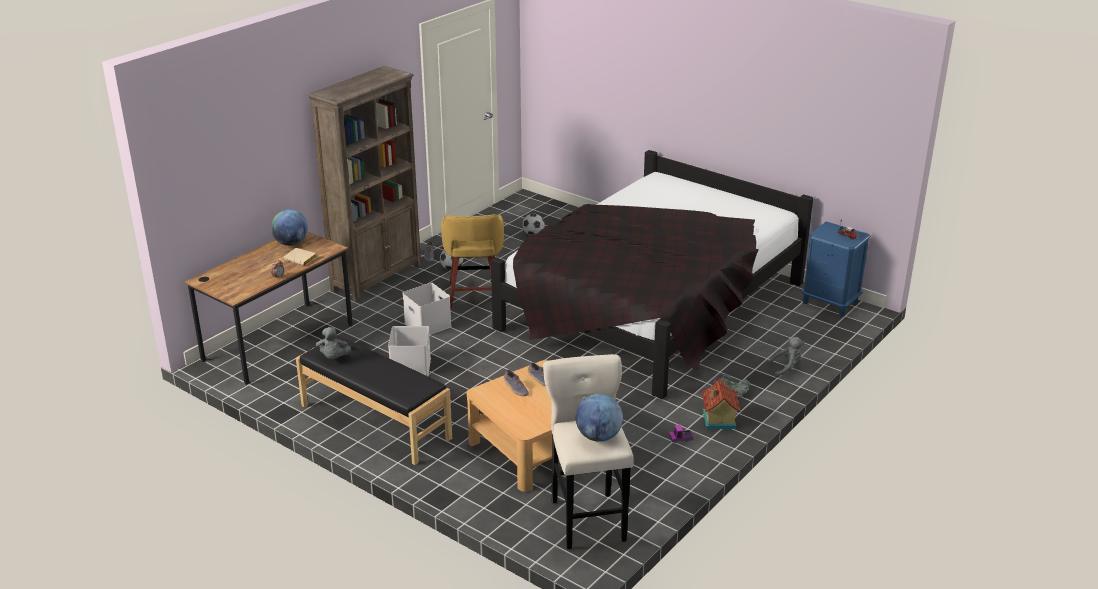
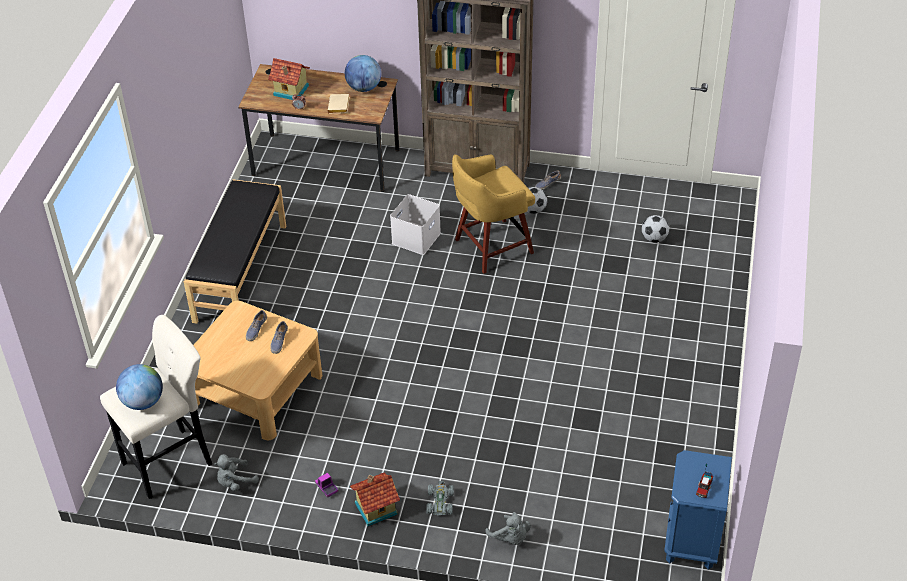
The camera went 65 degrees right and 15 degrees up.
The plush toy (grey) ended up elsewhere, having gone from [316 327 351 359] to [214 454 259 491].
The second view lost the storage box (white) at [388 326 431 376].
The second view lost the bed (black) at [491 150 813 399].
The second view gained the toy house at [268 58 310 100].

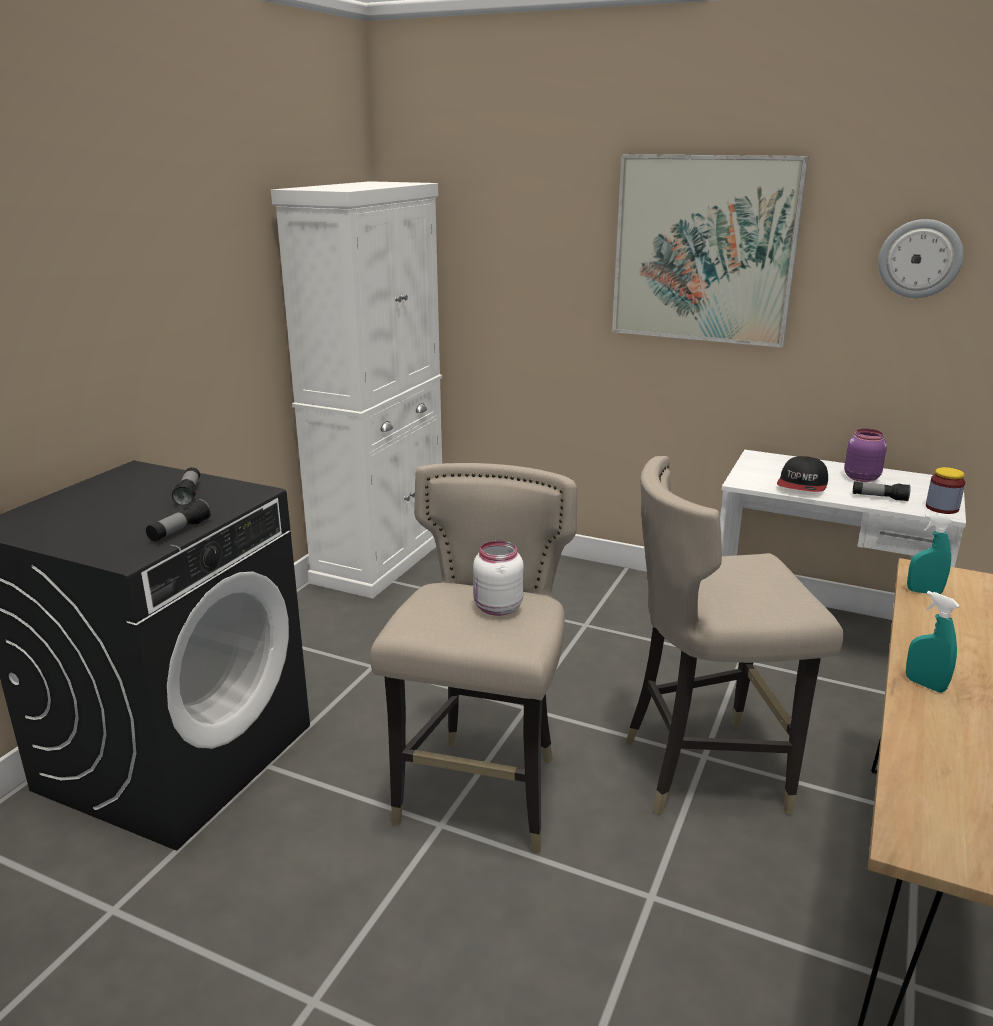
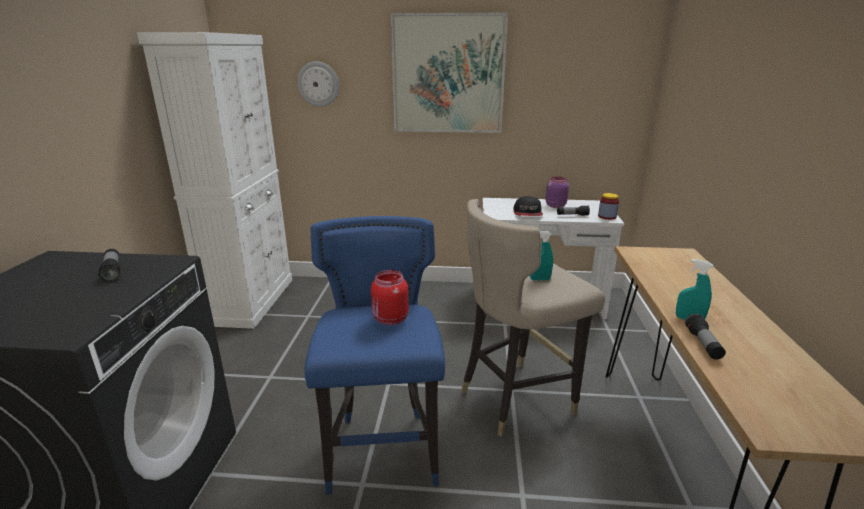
The camera went 20 degrees left and 0 degrees up.
The flashlight ended up elsewhere, having gone from [146 499 211 542] to [685 314 726 360].
What was the stool (beige) at [370 463 577 853] turned into the stool (blue) at [304 216 445 494].
What was the jar (white) at [473 540 524 616] turned into the jar (red) at [371 270 409 325].
The wall clock ended up elsewhere, having gone from [878 219 963 298] to [297 61 339 107].
The spray bottle (turquoise) ended up elsewhere, having gone from [907 514 953 594] to [530 231 553 281].

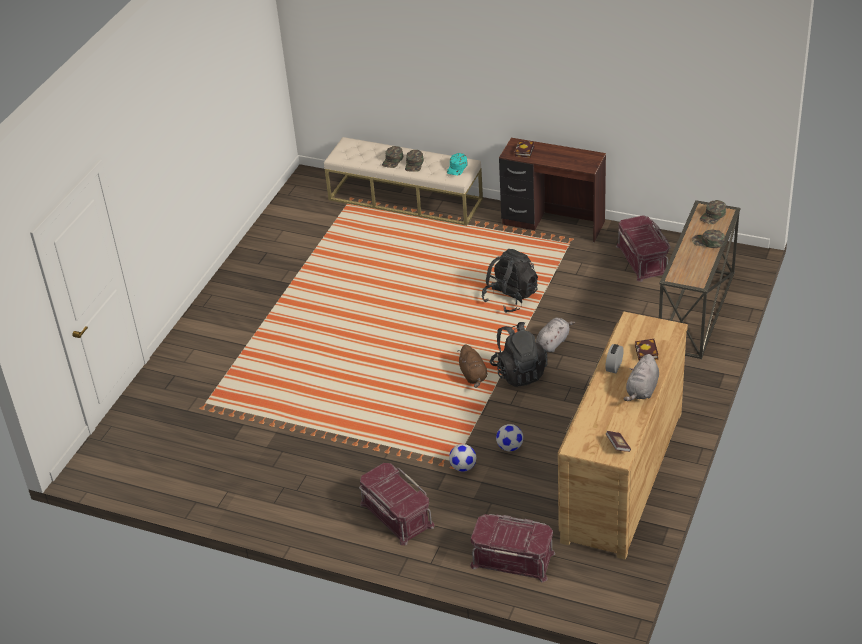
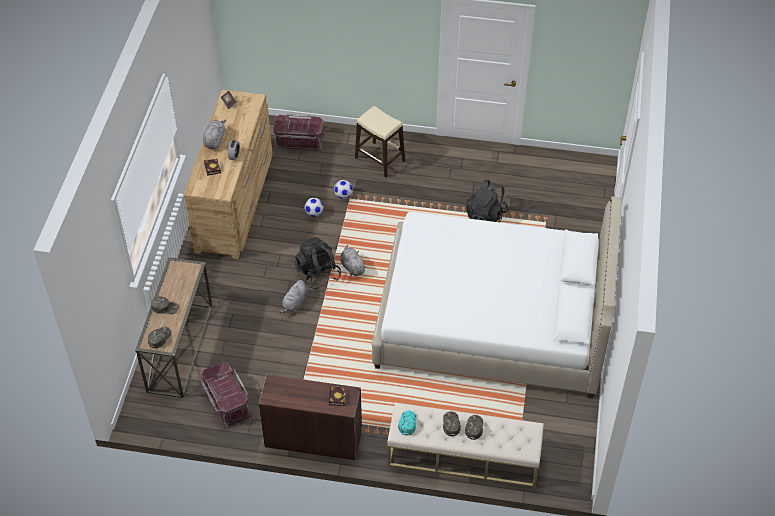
The camera went 165 degrees right and 10 degrees up.
Where the storage box (red) stood at [359 463 434 545], the stool (beige) came to stand at [355 106 405 177].
What was the plush toy (brown) at [457 345 487 388] turned into the plush toy (grey) at [340 245 366 276].
The backpack (black) ended up elsewhere, having gone from [481 249 538 313] to [466 180 509 222].
The second view gained the bed (white) at [372 197 622 399].

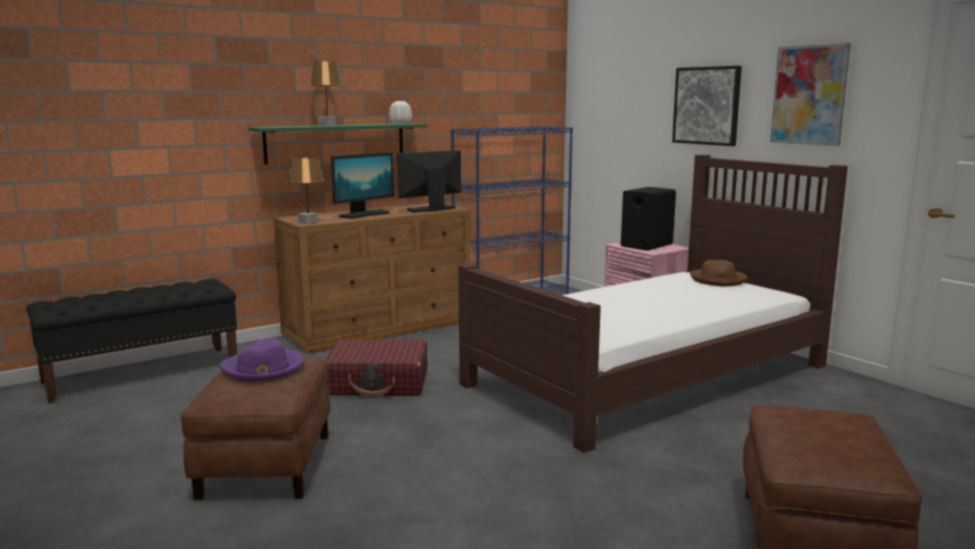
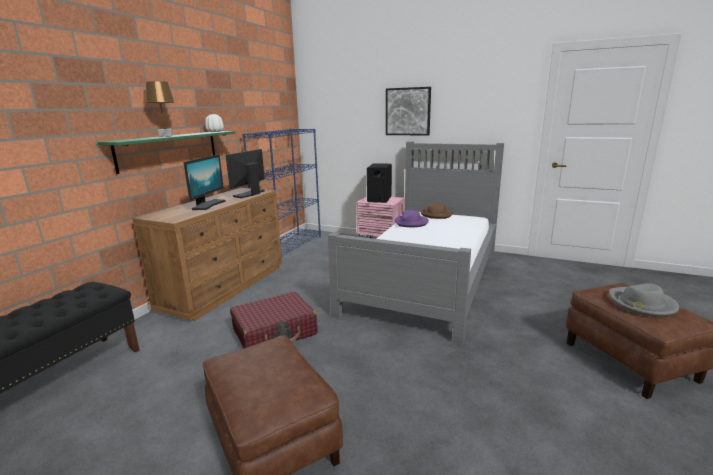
The camera went 30 degrees left and 5 degrees up.
The hat (purple) ended up elsewhere, having gone from [219 338 304 382] to [394 210 429 227].
The second view lost the table lamp (brown) at [289 156 323 224].
What was the bed (brown) at [459 155 848 453] turned into the bed (grey) at [328 142 504 345].
The second view lost the picture at [770 43 851 146].
The second view gained the hat (grey) at [609 283 679 317].

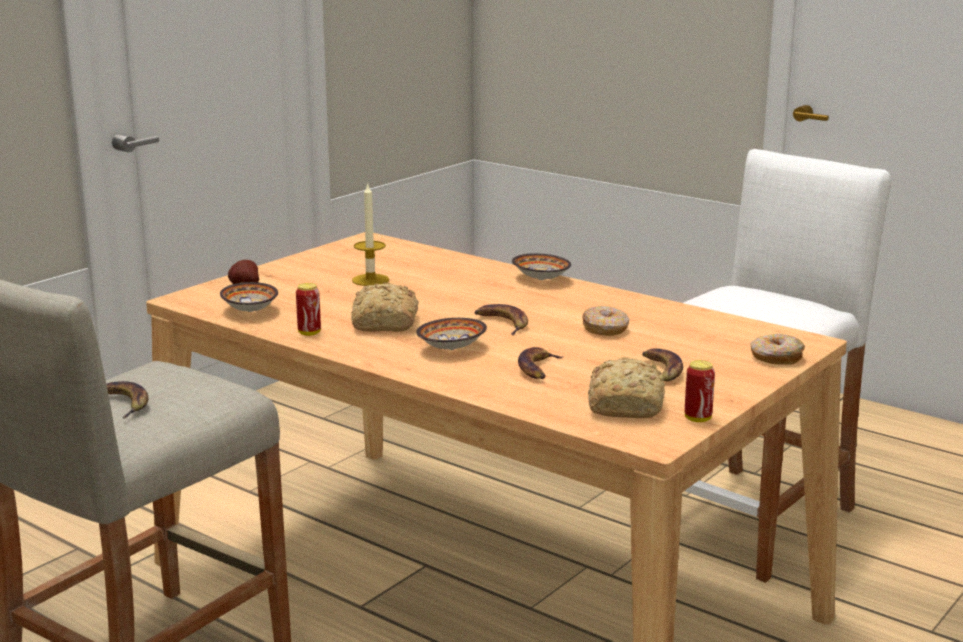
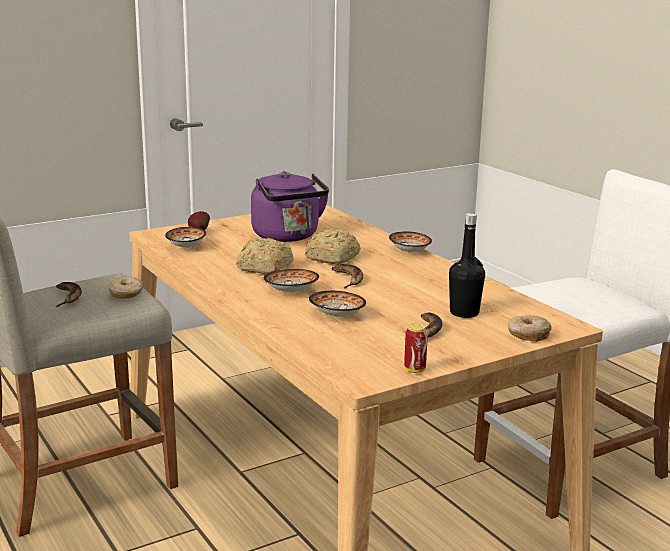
The camera went 20 degrees right and 0 degrees up.
The second view lost the can at [296 283 321 336].
Where the candle stood at [352 184 389 286], the kettle (purple) came to stand at [251 171 329 242].
Where the banana stood at [518 347 564 379], the bowl came to stand at [309 291 366 317].
The donut ended up elsewhere, having gone from [582 306 629 336] to [108 277 143 299].
The bread ended up elsewhere, having gone from [588 357 665 418] to [305 229 361 264].
The second view gained the bottle (black) at [449 213 485 318].

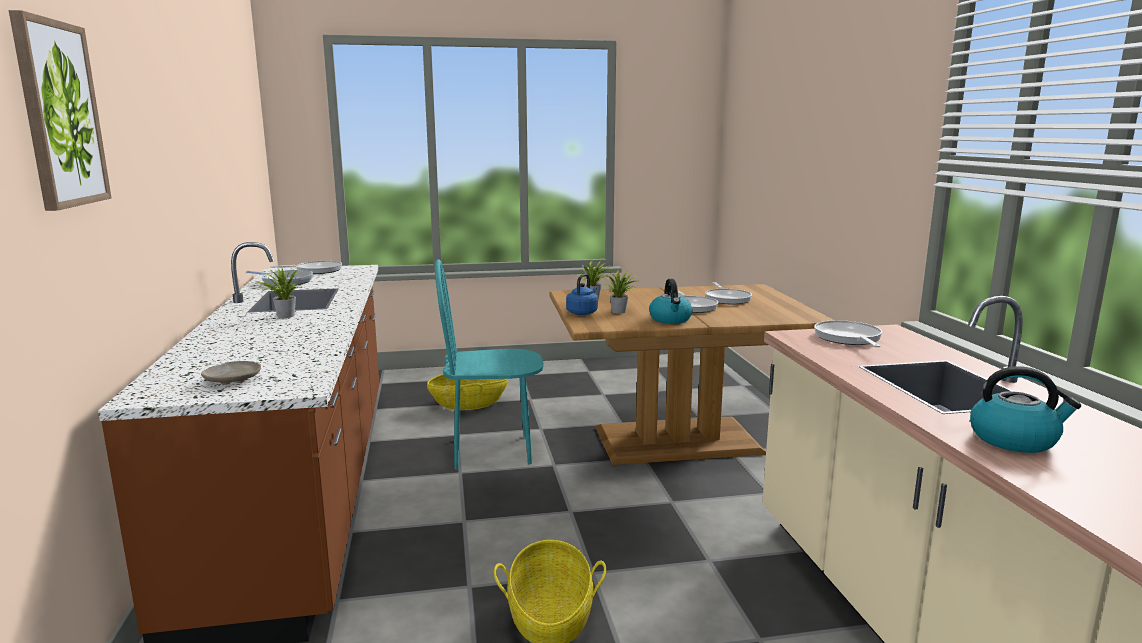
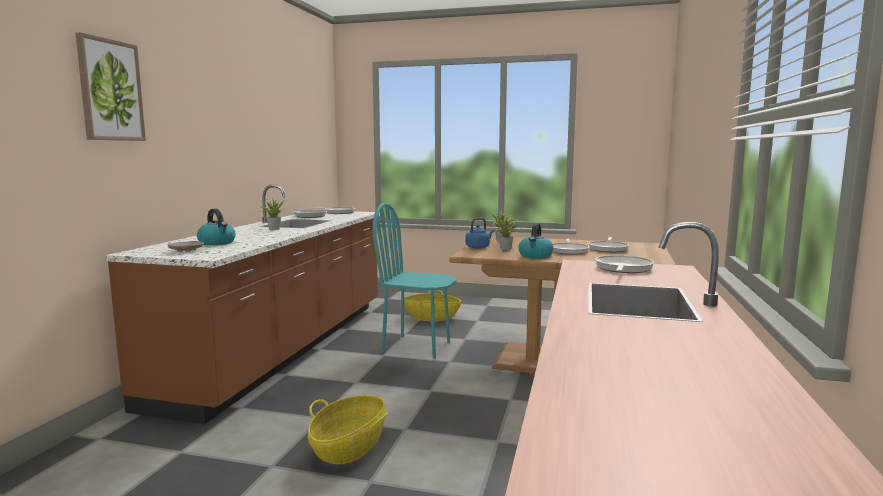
The camera went 25 degrees right and 5 degrees down.
The kettle ended up elsewhere, having gone from [970 366 1081 453] to [197 209 236 245].

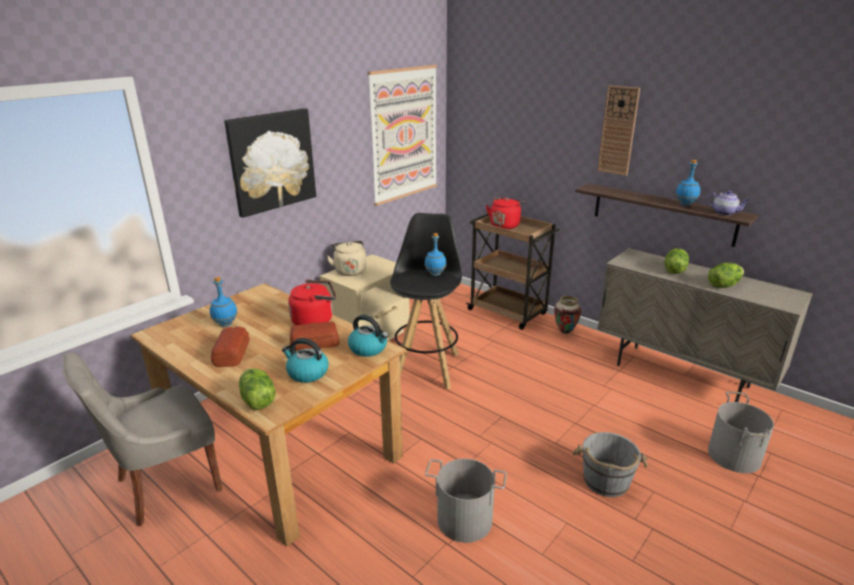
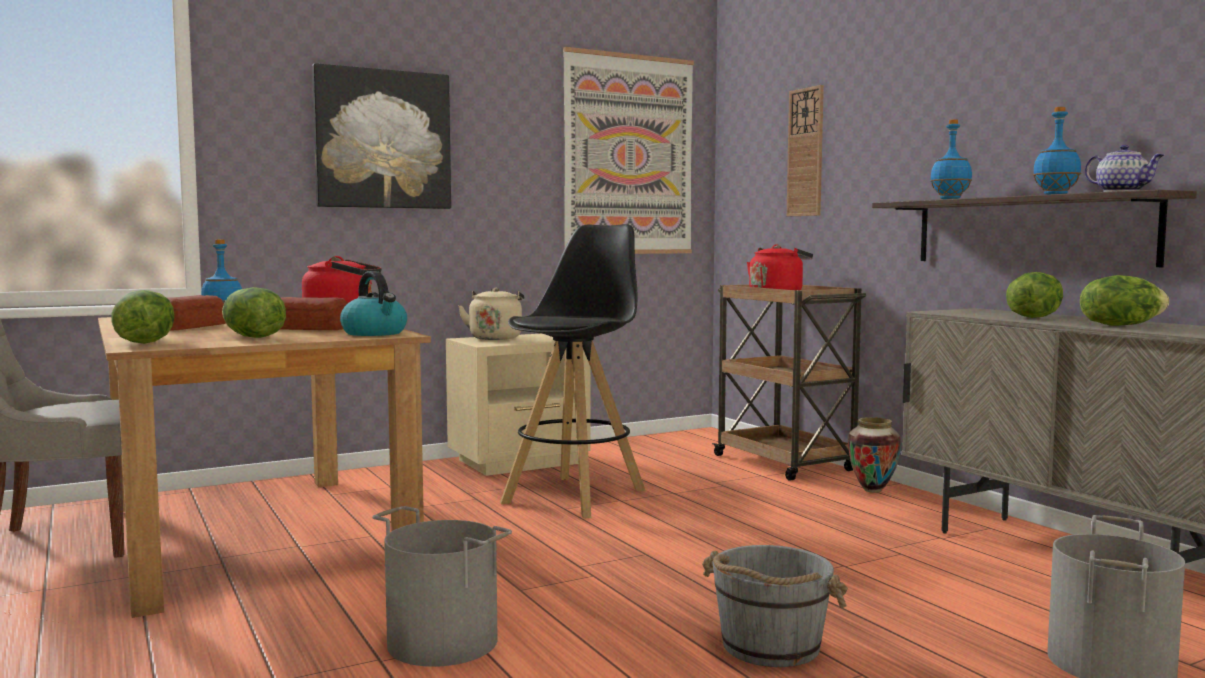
The camera went 20 degrees right and 20 degrees down.
Where the kettle stood at [282 338 329 383], the lettuce came to stand at [222 287 286 338].
The bottle (blue) ended up elsewhere, having gone from [425 233 446 276] to [930 119 972 199].
The wall clock ended up elsewhere, having gone from [597 85 640 176] to [787 85 824 216].

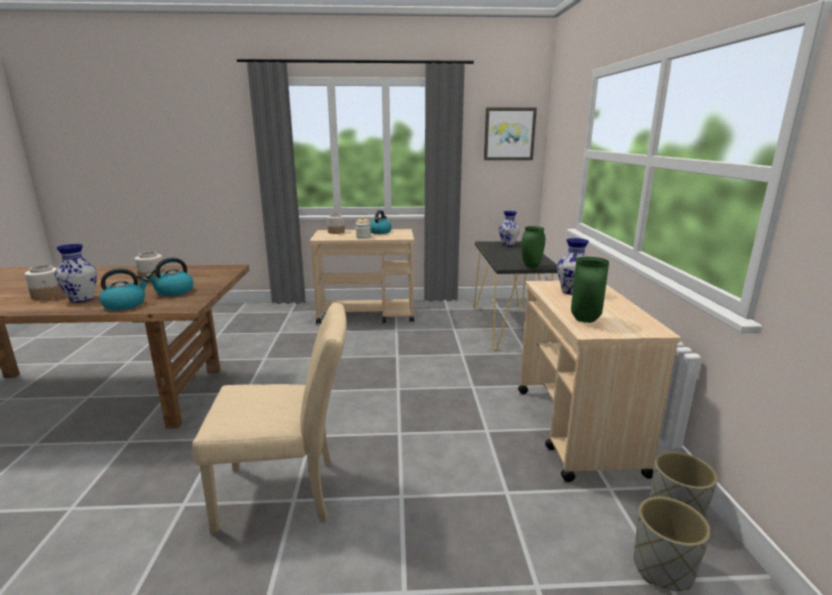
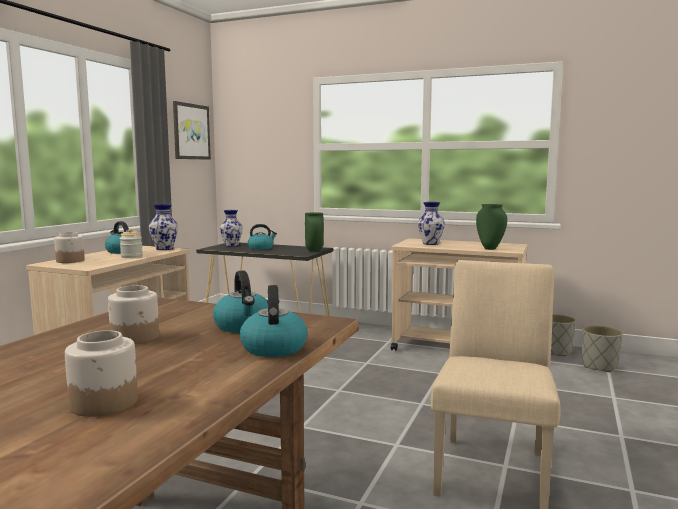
The camera went 65 degrees left and 10 degrees down.
The vase ended up elsewhere, having gone from [54 244 97 303] to [149 204 178 250].
The second view gained the kettle at [248 224 277 250].

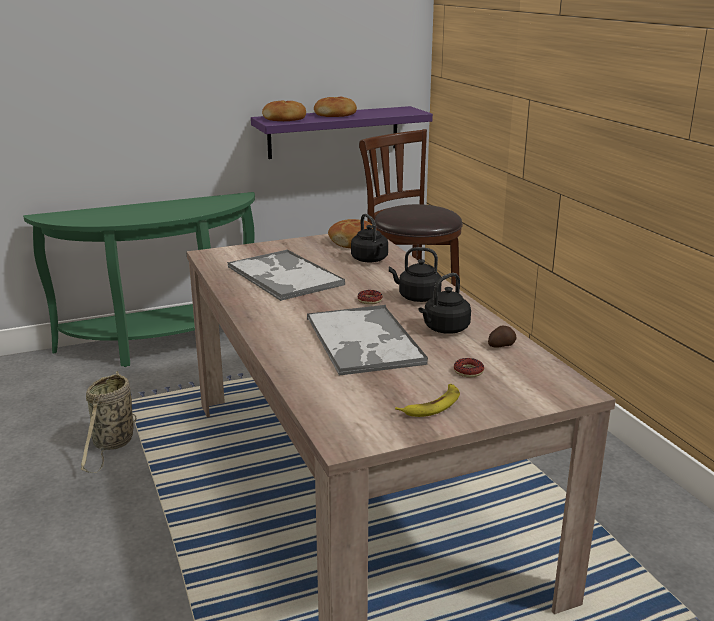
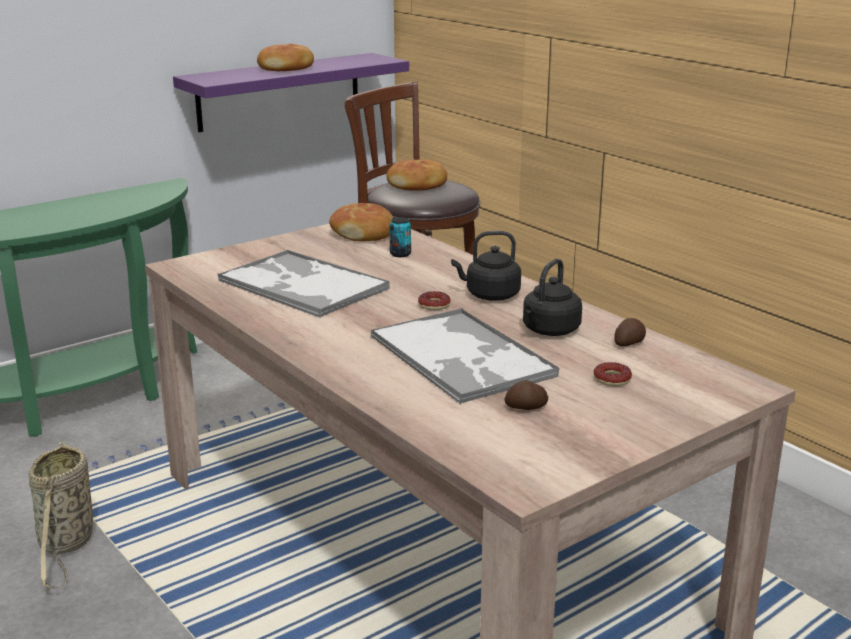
The camera went 15 degrees left and 0 degrees up.
The bread ended up elsewhere, having gone from [262 100 306 121] to [386 159 447 190].
Where the kettle (black) stood at [351 214 388 262], the can came to stand at [389 217 411 257].
The second view lost the banana at [395 384 460 417].
The second view gained the potato at [505 380 548 410].

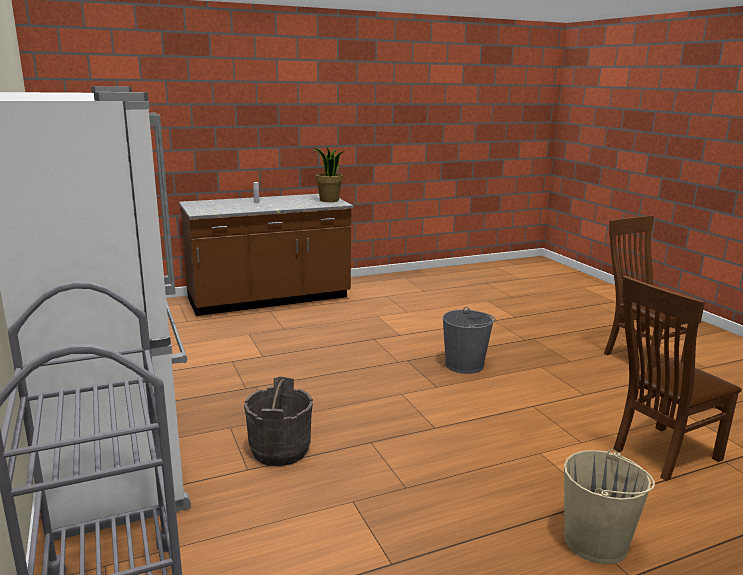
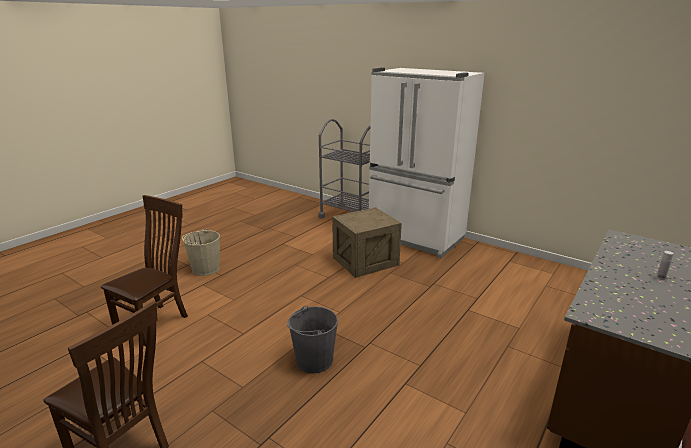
The camera went 150 degrees right and 5 degrees up.
Where the bucket (grey) stood at [244 376 313 466], the crate came to stand at [332 207 402 278].
The second view lost the potted plant at [313 146 345 202].

